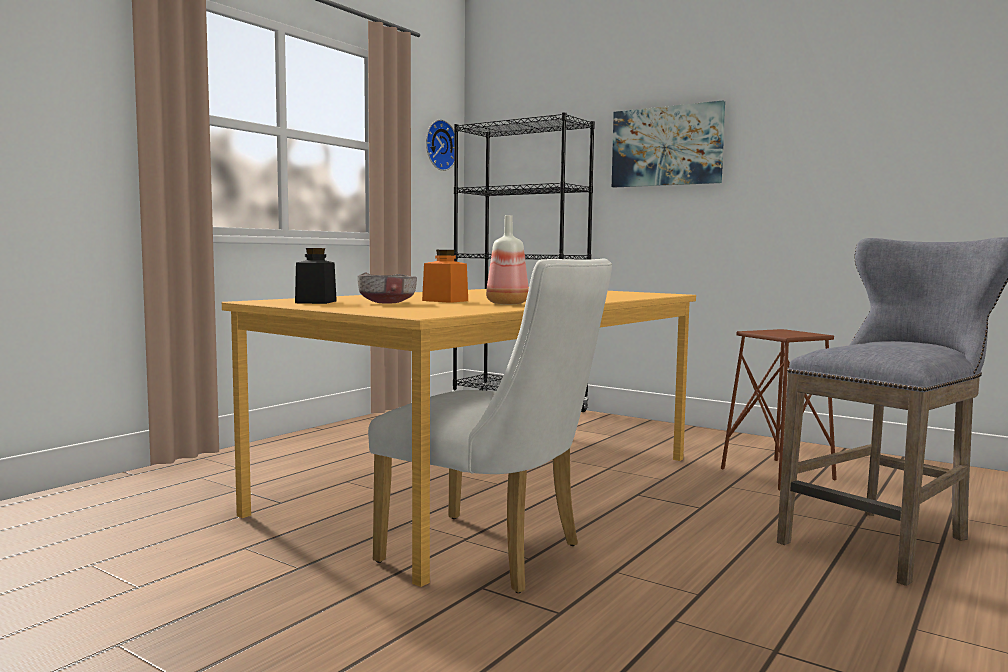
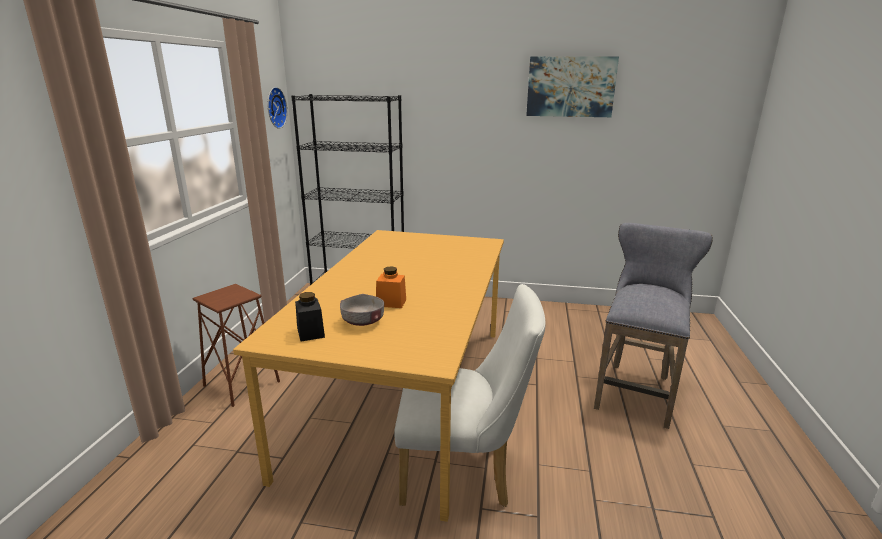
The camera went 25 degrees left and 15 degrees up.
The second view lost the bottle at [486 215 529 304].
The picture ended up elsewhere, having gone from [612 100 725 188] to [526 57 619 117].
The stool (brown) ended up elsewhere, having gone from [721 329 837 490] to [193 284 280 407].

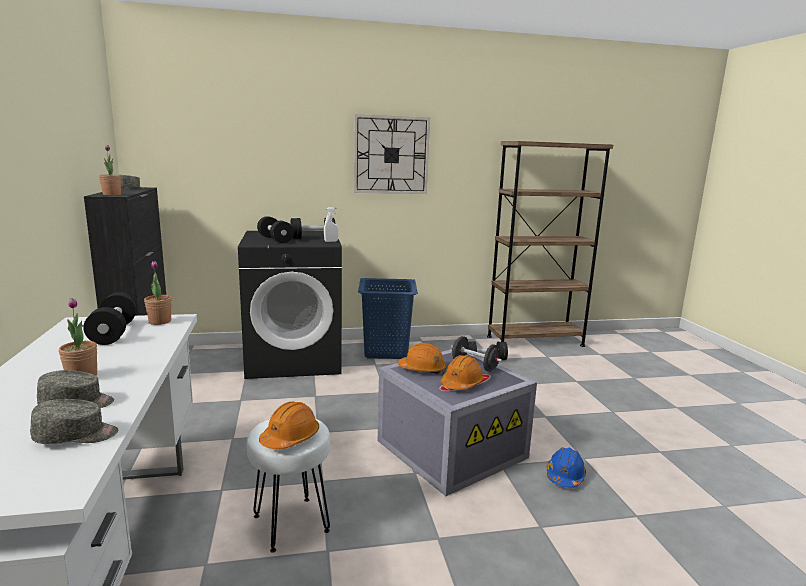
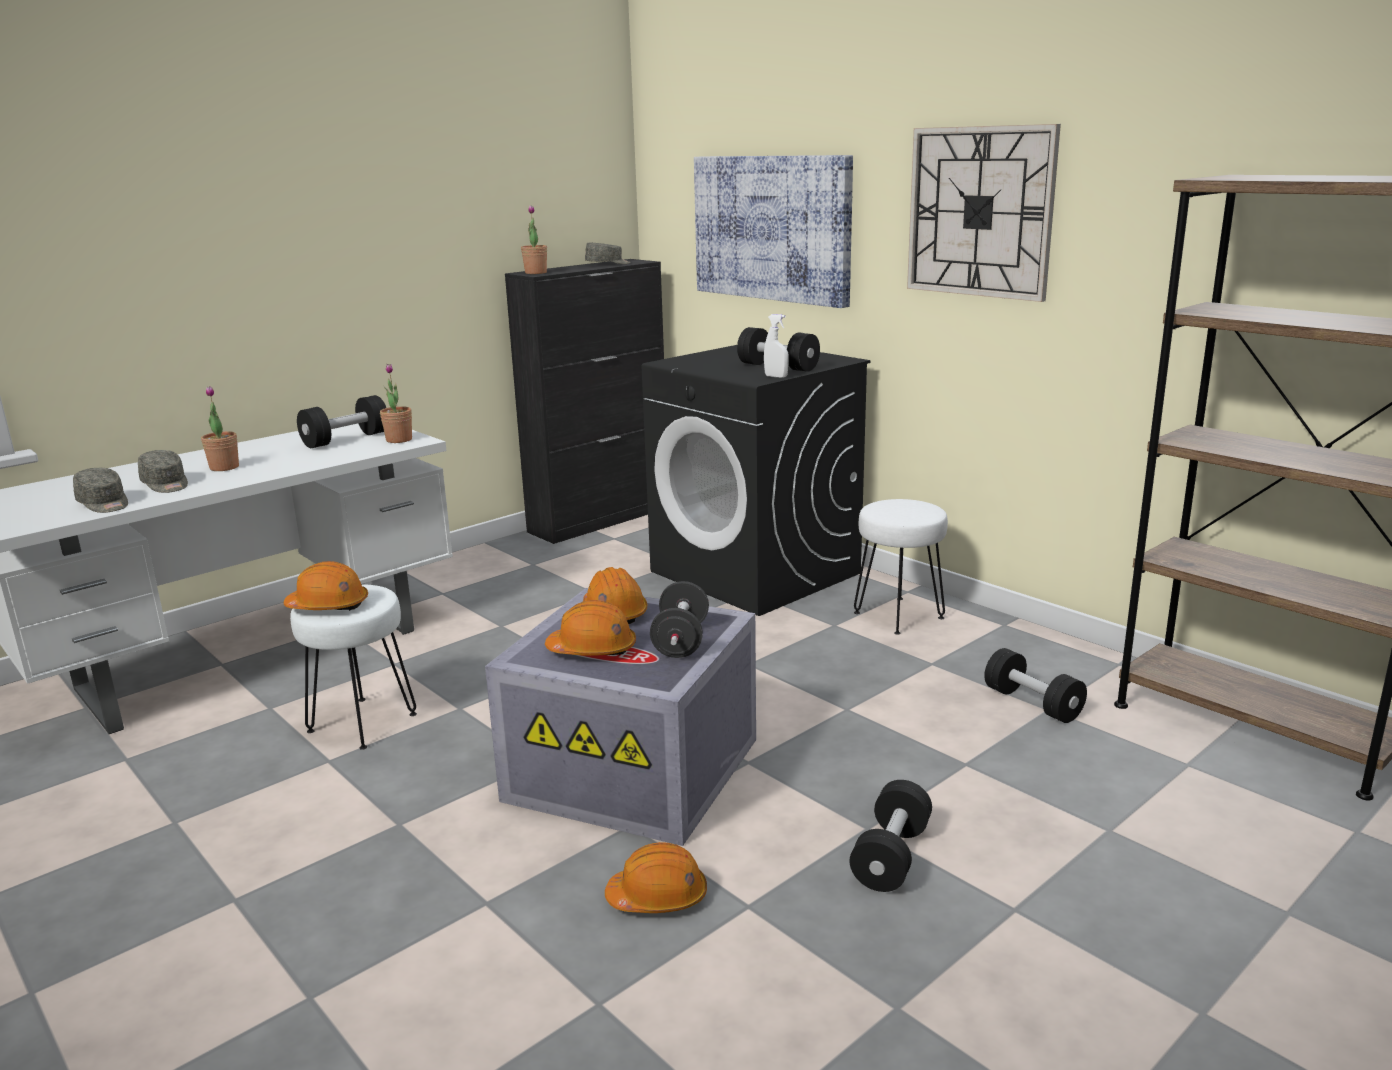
The camera went 60 degrees right and 5 degrees up.
The dumbbell (black) ended up elsewhere, having gone from [257 216 294 243] to [850 780 932 892].
Where the laundry basket (blue) stood at [358 278 418 359], the stool (white) came to stand at [854 499 948 635].
What was the hard hat (blue) at [547 447 586 488] turned into the hard hat (orange) at [605 842 707 913].
The second view gained the picture at [694 155 853 308].

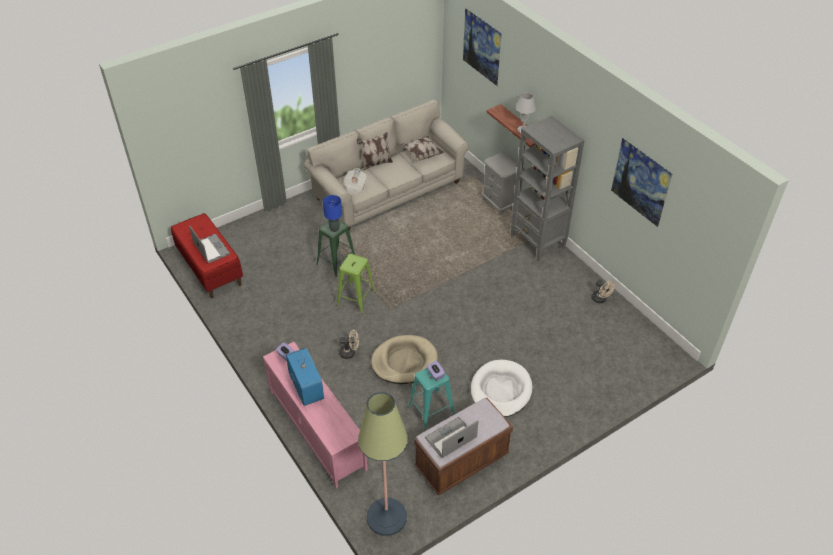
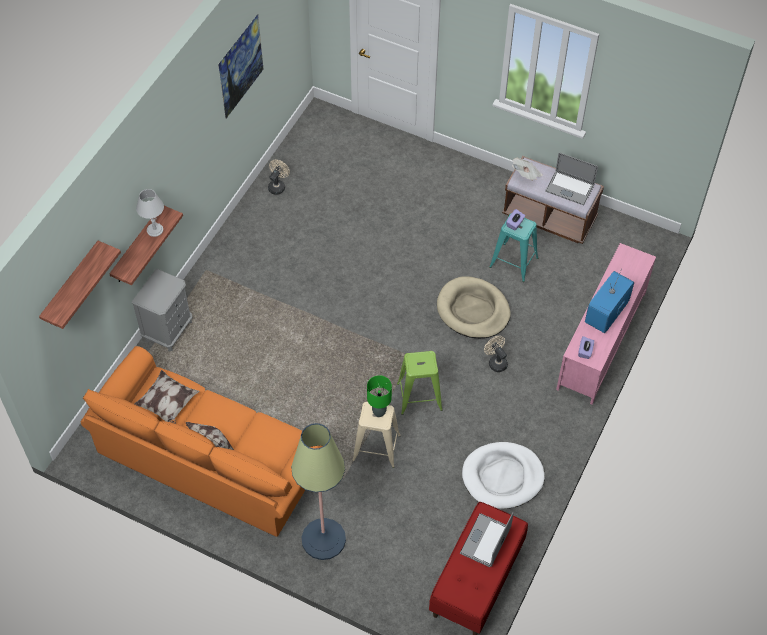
The camera went 120 degrees left and 10 degrees up.
What was the sofa (beige) at [304 99 469 230] turned into the sofa (orange) at [81 346 323 537].
What was the stool (green) at [316 220 355 277] turned into the stool (beige) at [353 402 401 468].
What was the table lamp (blue) at [323 195 342 232] turned into the table lamp (green) at [367 375 392 417].
The newspaper ended up elsewhere, having gone from [344 168 367 194] to [512 158 543 181].
The floor lamp ended up elsewhere, having gone from [358 392 408 536] to [291 423 346 560].
Where the picture hung at [463 8 502 86], the shelf came to hang at [39 241 121 329].
The dog bed (white) ended up elsewhere, having gone from [471 360 532 417] to [462 442 545 509].
The second view lost the bookcase (grey) at [511 116 585 262].

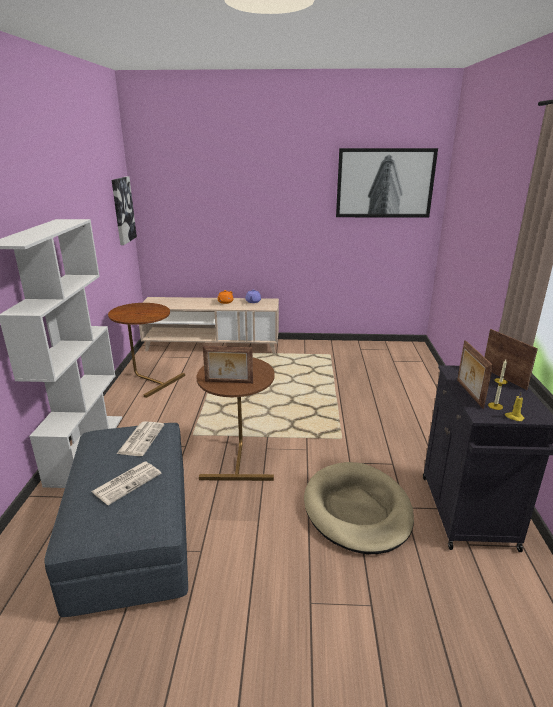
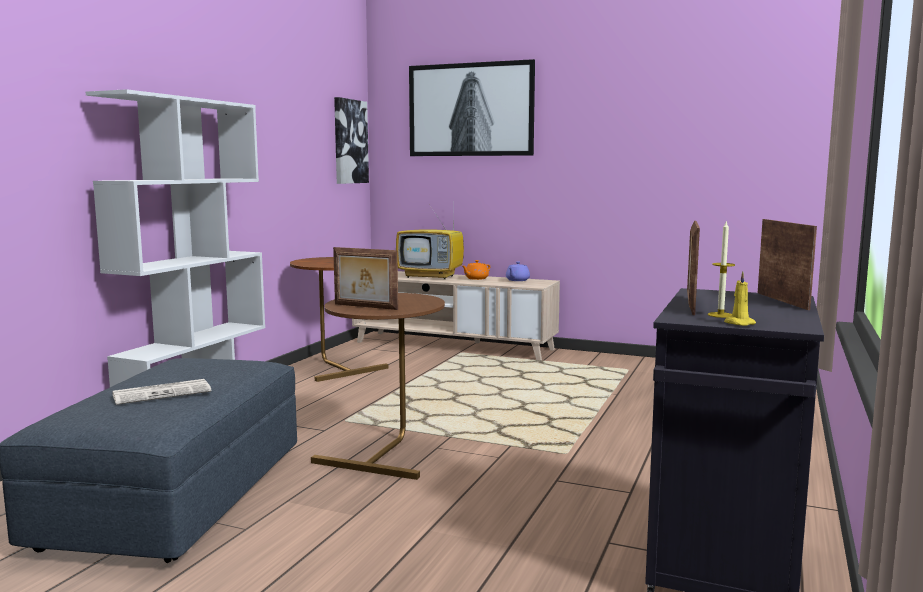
The camera went 20 degrees right and 15 degrees down.
The second view lost the newspaper at [117 422 164 456].
The second view lost the dog bed (beige) at [304 462 414 554].
The picture ended up elsewhere, having gone from [336 148 438 218] to [409 59 535 156].
The second view gained the television at [396 203 464 279].

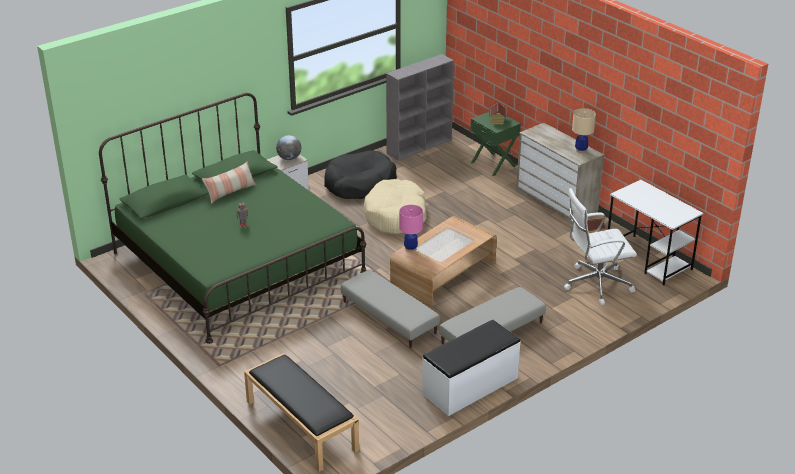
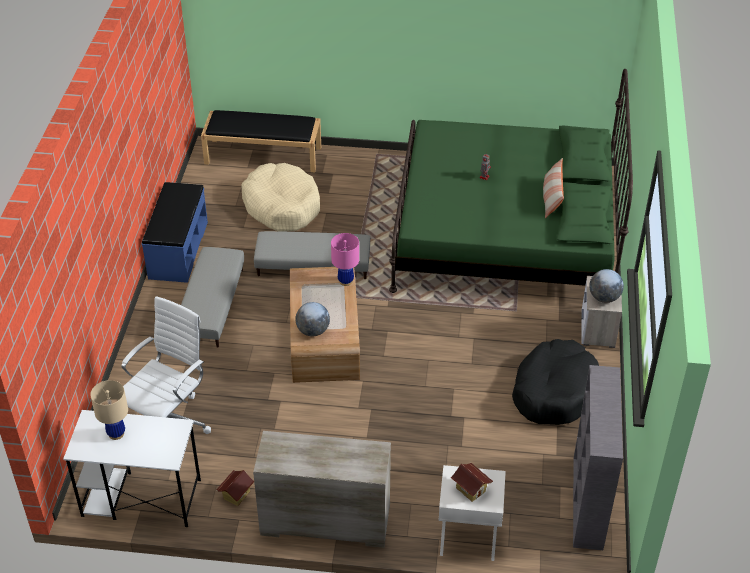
The camera went 135 degrees right and 10 degrees up.
The dog bed (beige) ended up elsewhere, having gone from [364 179 426 234] to [242 163 320 231].
What was the bench (white) at [422 320 521 416] turned into the bench (blue) at [142 182 208 283].
What was the nightstand (green) at [470 112 521 176] turned into the nightstand (white) at [438 465 506 561].
The table lamp (beige) ended up elsewhere, having gone from [572 108 596 153] to [90 380 128 440].
The second view gained the globe at [295 302 330 336].

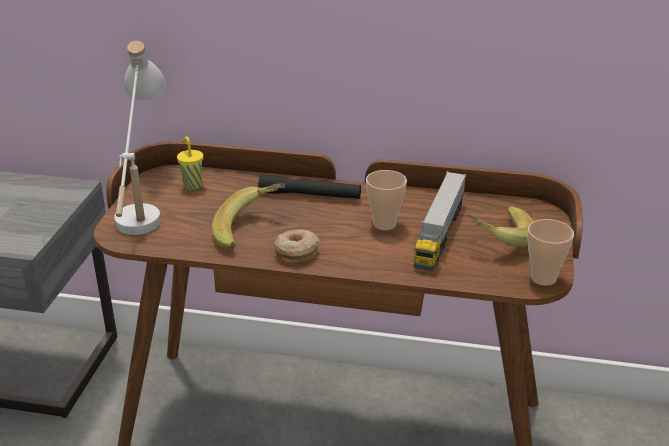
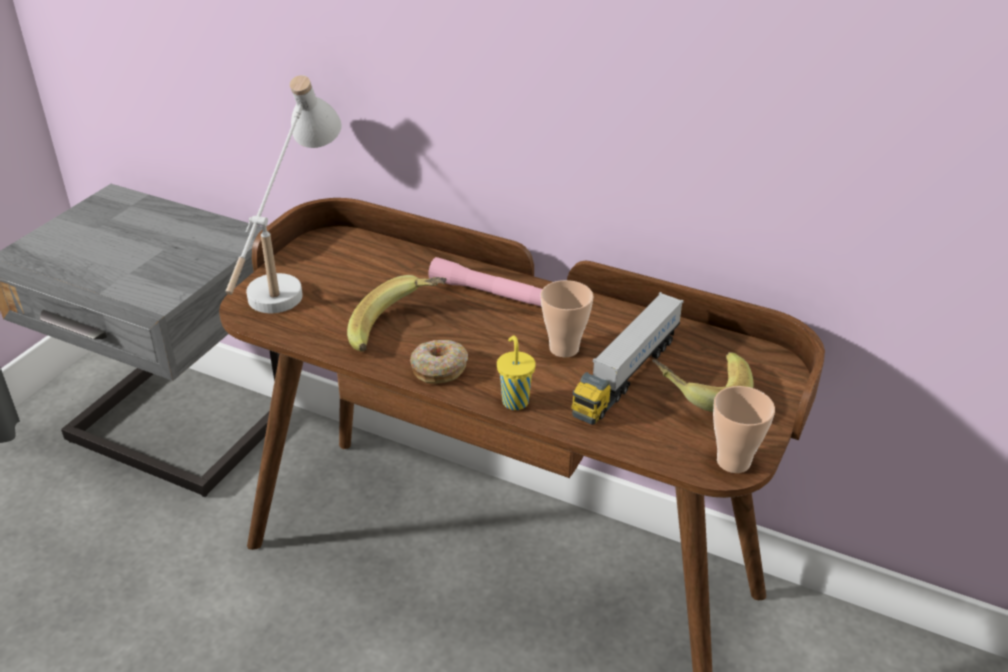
The camera went 15 degrees right and 5 degrees up.
The cup (yellow) ended up elsewhere, having gone from [177 137 203 190] to [497 336 536 410].
What was the flashlight (black) at [258 174 361 199] turned into the flashlight (pink) at [428 257 542 307].

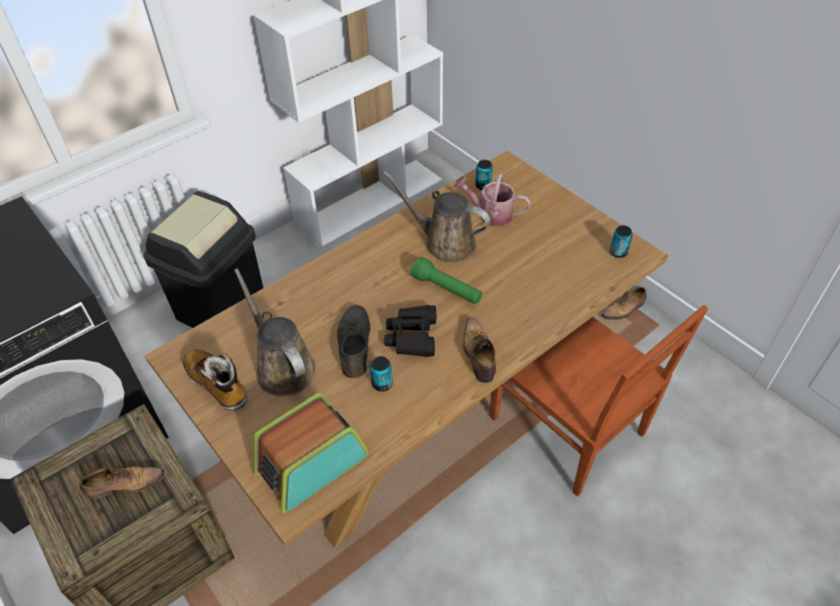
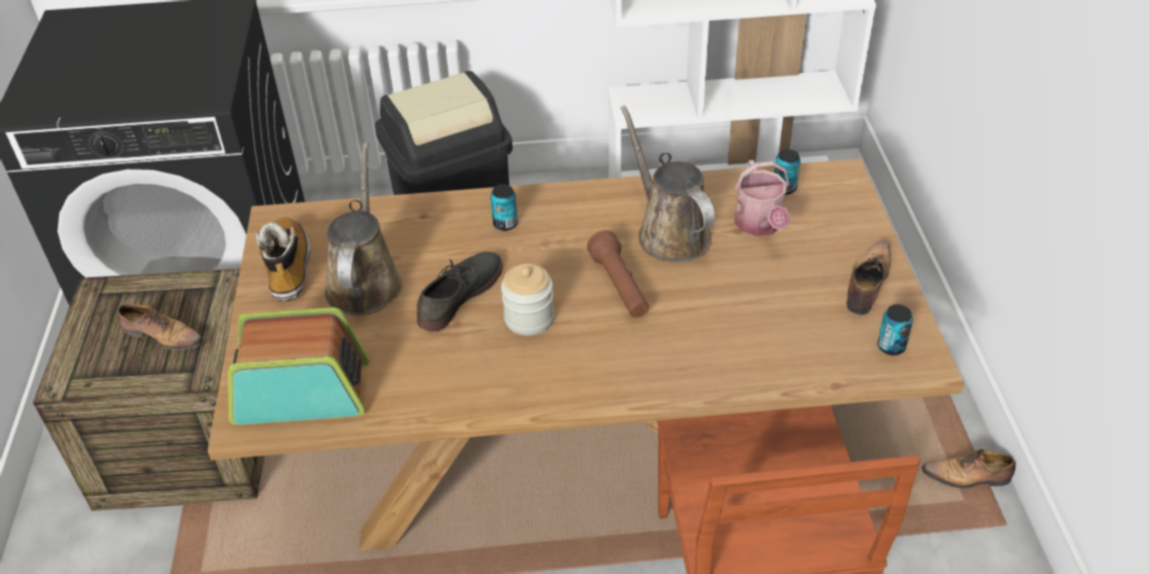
The camera went 35 degrees right and 5 degrees down.
The can ended up elsewhere, having gone from [370 356 393 392] to [490 184 518 231].
Where the binoculars (black) stood at [384 305 436 357], the jar came to stand at [501 263 554 335].
What was the flashlight (green) at [411 257 482 304] turned into the flashlight (brown) at [587 230 649 318].
The watering can at [454 174 531 226] ended up facing another way, 150 degrees counterclockwise from before.
The shoe ended up elsewhere, having gone from [463 318 496 383] to [847 241 891 315].

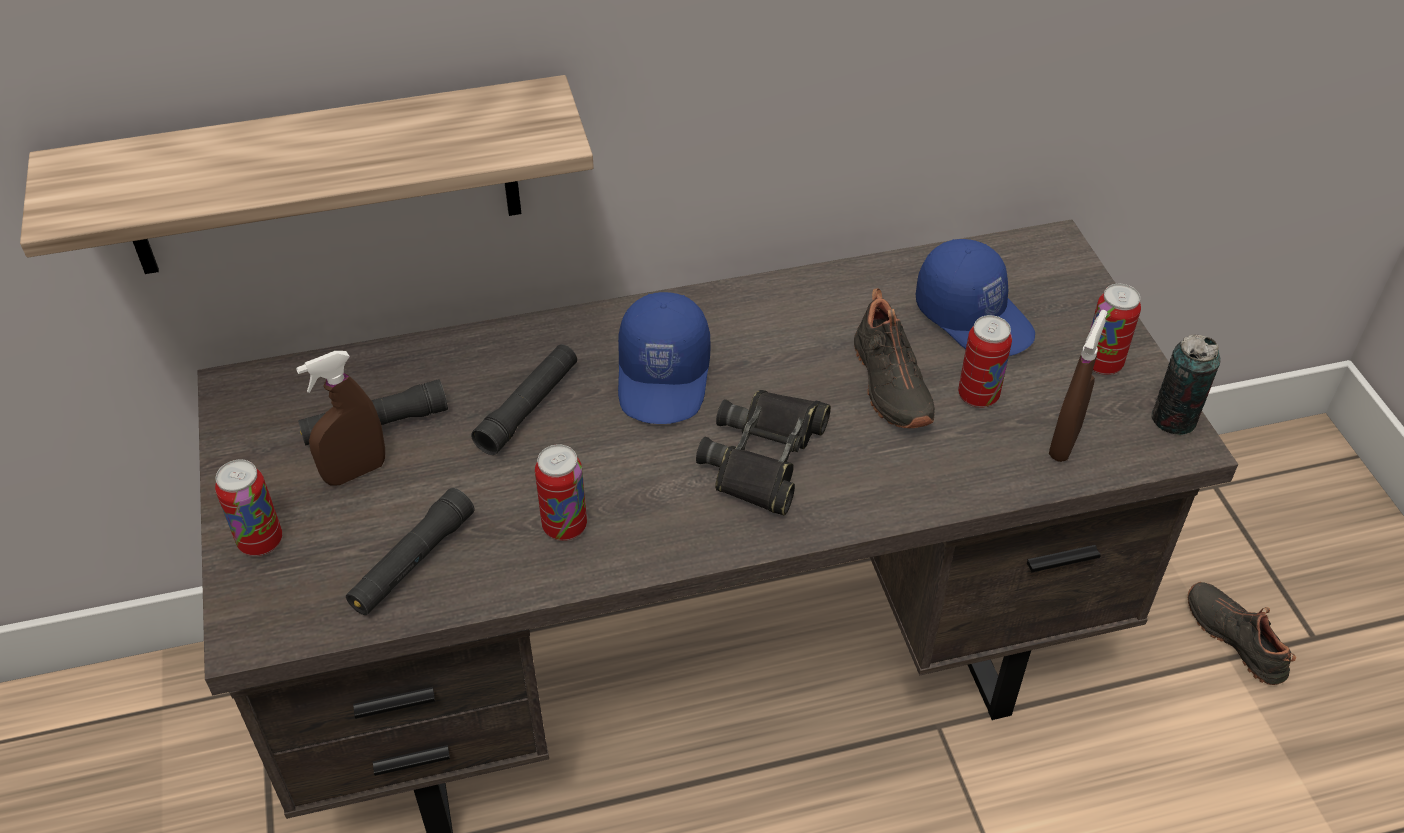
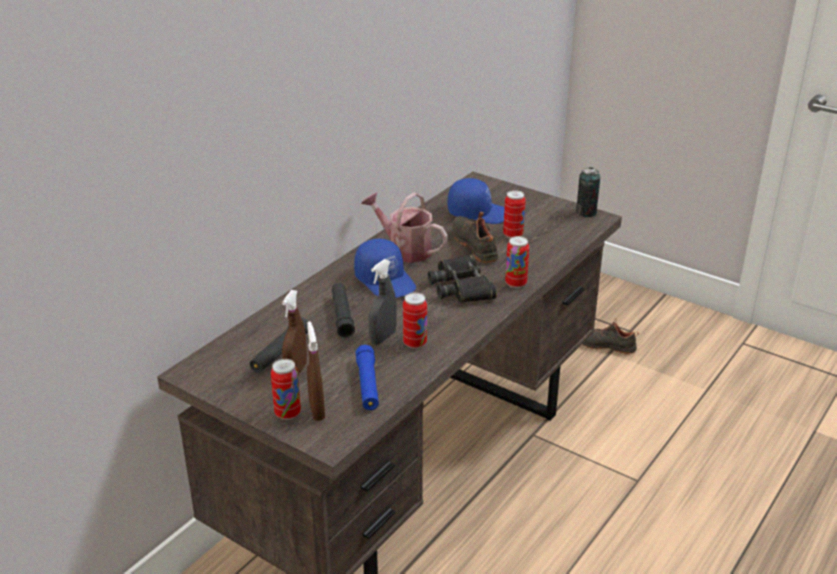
The camera went 40 degrees left and 15 degrees down.
The second view lost the shelf at [20 75 594 274].
What was the flashlight (black) at [346 488 475 615] turned into the flashlight (blue) at [356 345 379 410].
The shoe (black) at [854 288 935 428] ended up facing another way, 150 degrees counterclockwise from before.
The spray bottle (brown) ended up elsewhere, having gone from [1049 310 1107 462] to [307 321 325 421].
The can ended up elsewhere, having gone from [1090 284 1141 375] to [505 236 529 288].
The second view gained the watering can at [361 192 448 263].
The second view gained the spray bottle (grey) at [369 259 397 345].

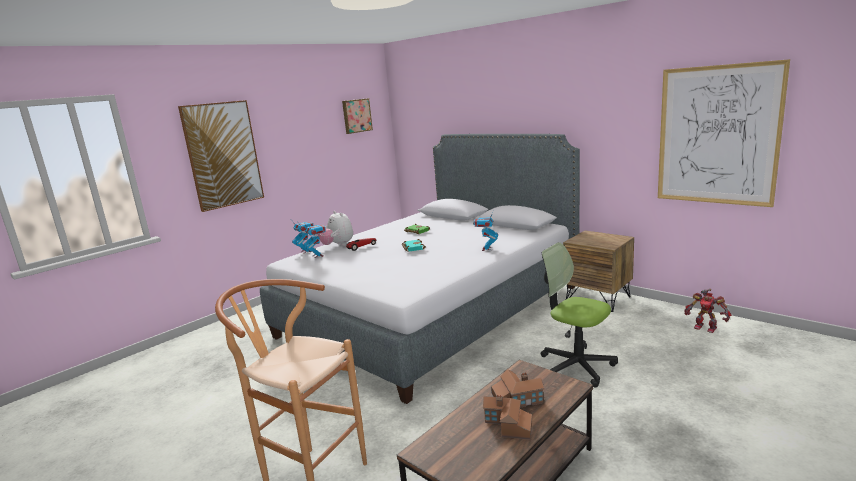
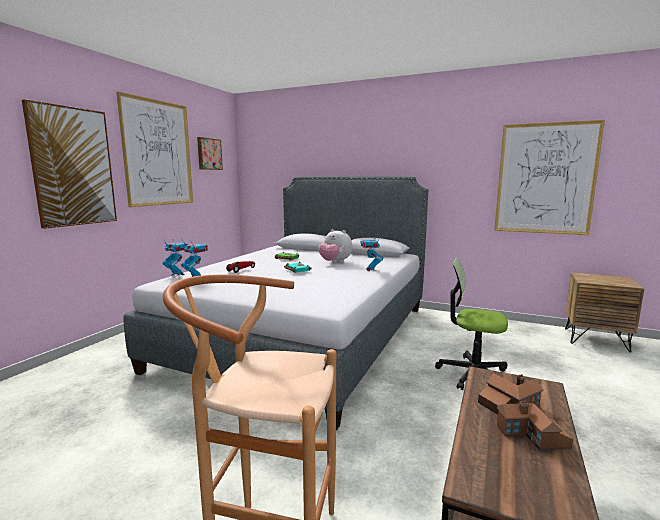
The camera went 20 degrees left and 5 degrees down.
The plush toy ended up elsewhere, having gone from [317 211 353 246] to [318 229 352 263].
The nightstand (brown) ended up elsewhere, having gone from [563 231 634 312] to [565 272 644 352].
The second view lost the toy robot at [685 289 731 333].
The second view gained the picture at [116 92 193 207].

